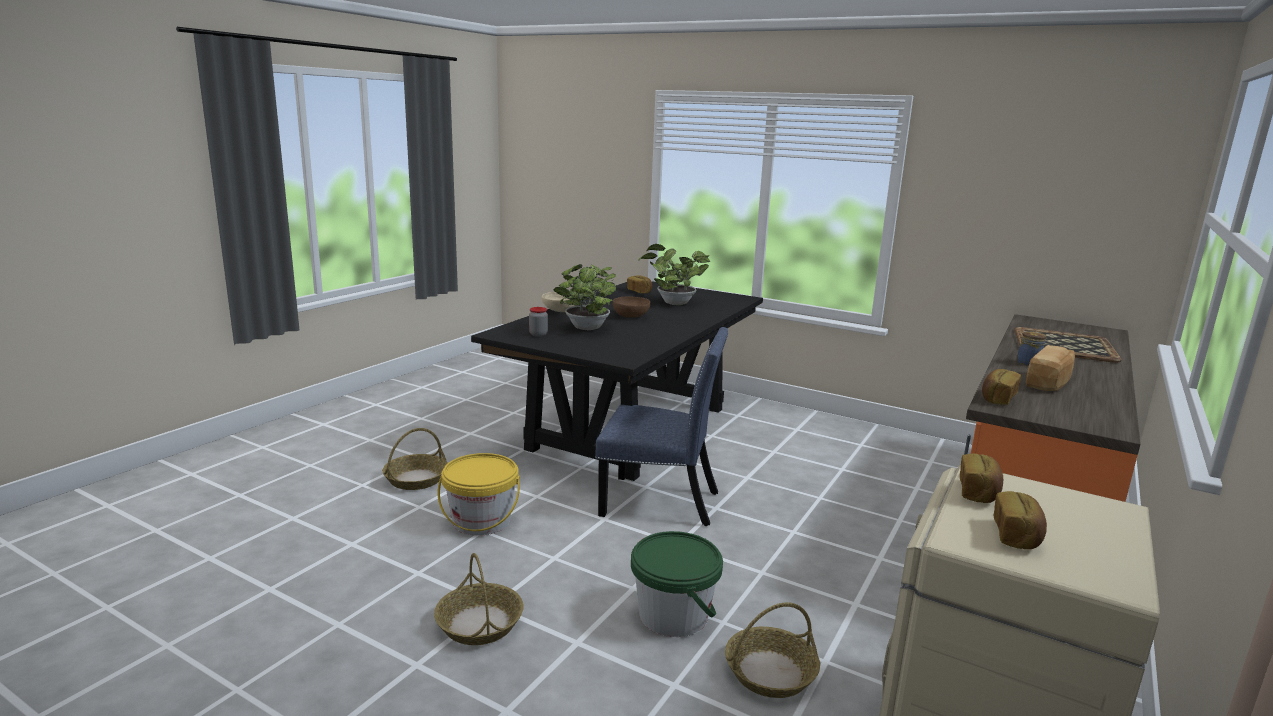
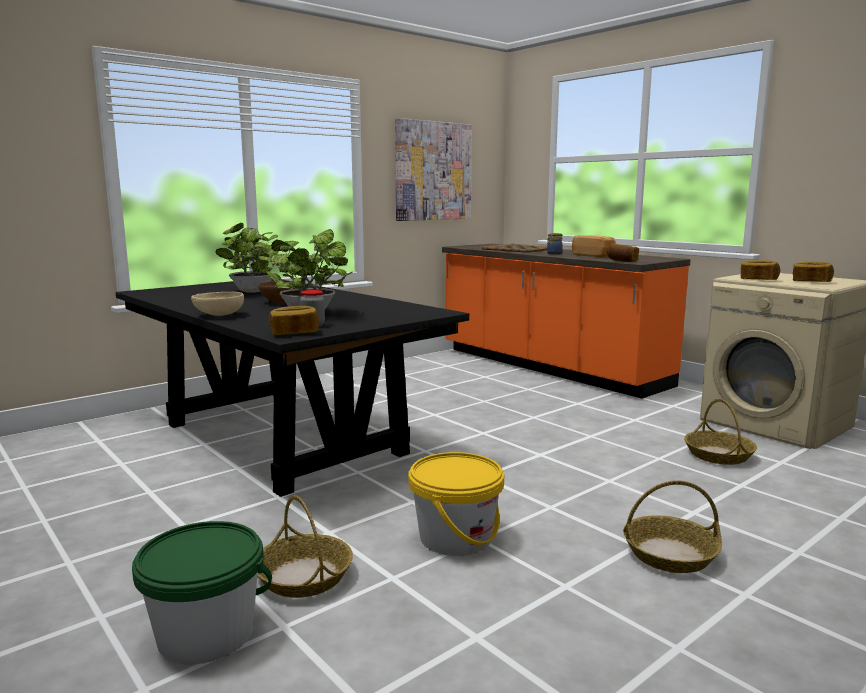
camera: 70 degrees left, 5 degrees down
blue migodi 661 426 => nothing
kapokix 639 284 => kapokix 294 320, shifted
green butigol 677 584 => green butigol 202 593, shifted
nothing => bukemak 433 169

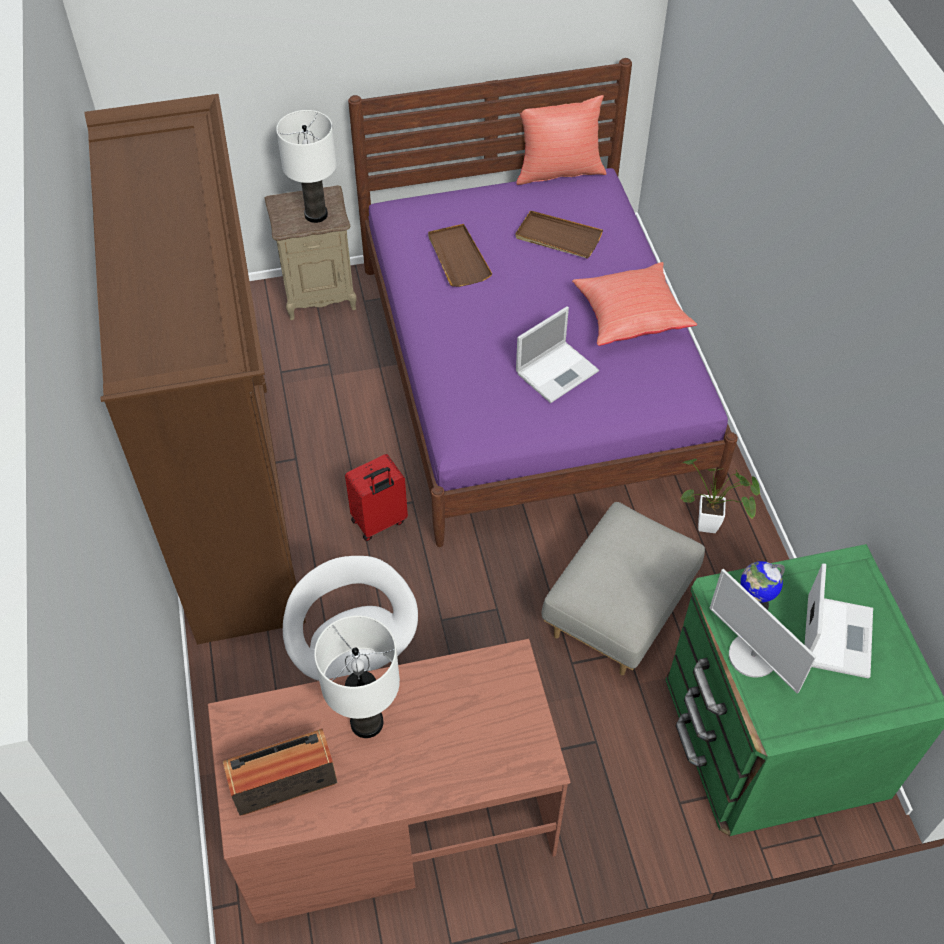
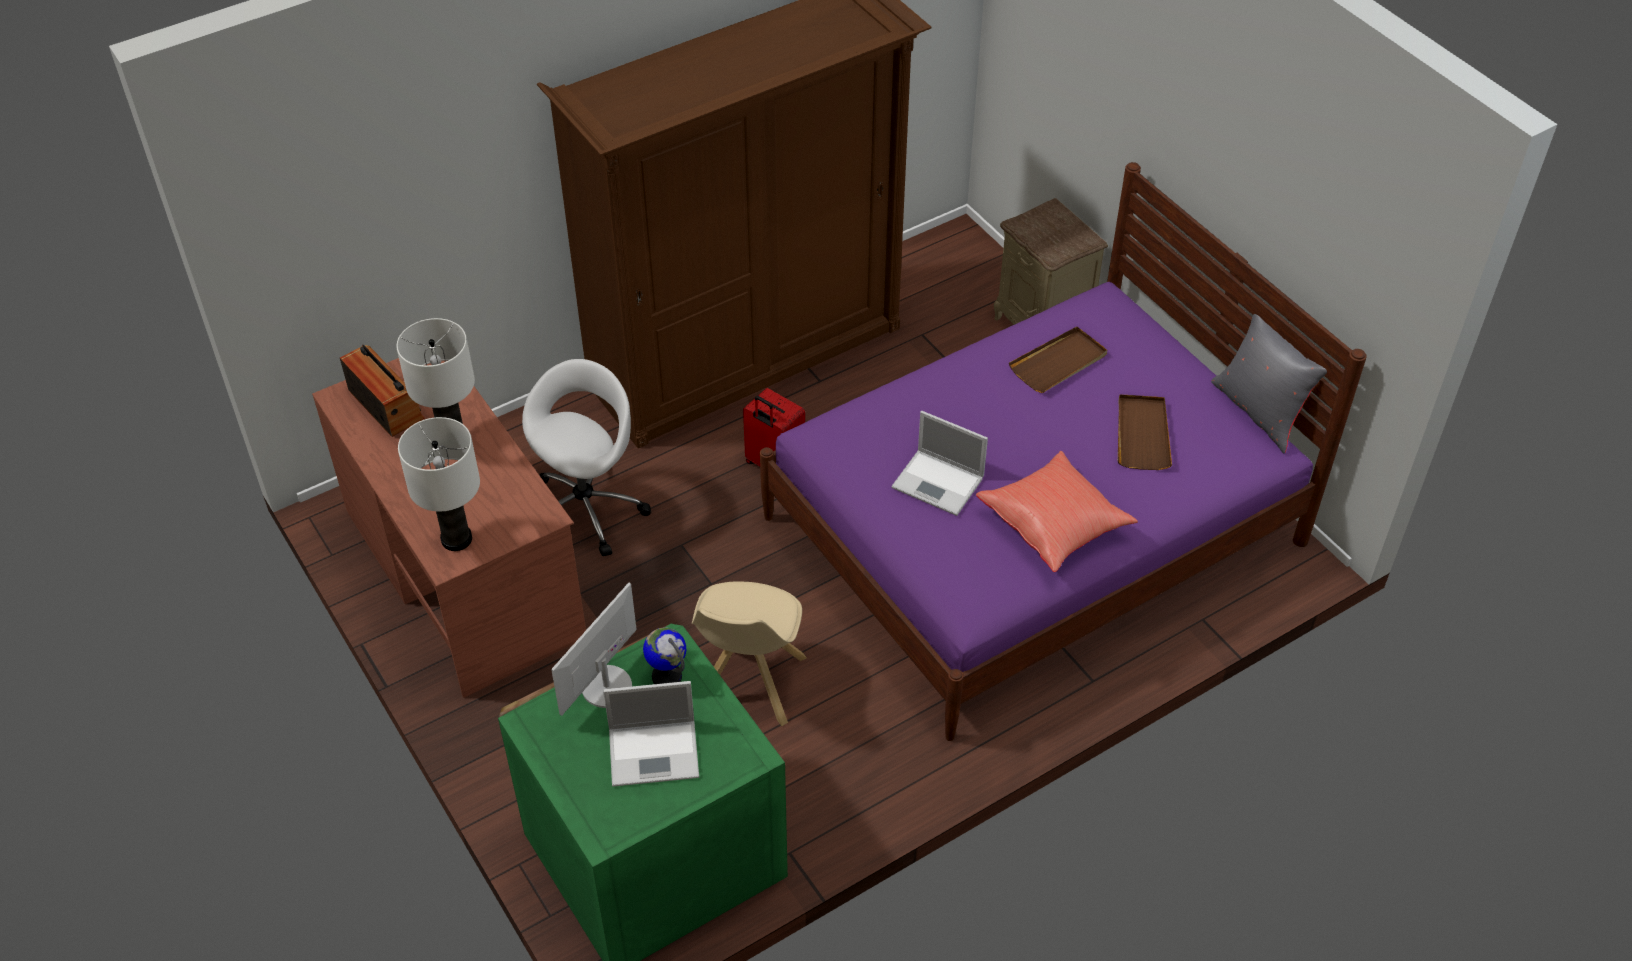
camera: 70 degrees right, 5 degrees down
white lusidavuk 306 166 => white lusidavuk 439 484, shifted
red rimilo 561 140 => grey rimilo 1269 383
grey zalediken 623 588 => beige migodi 749 653
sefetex 720 496 => nothing

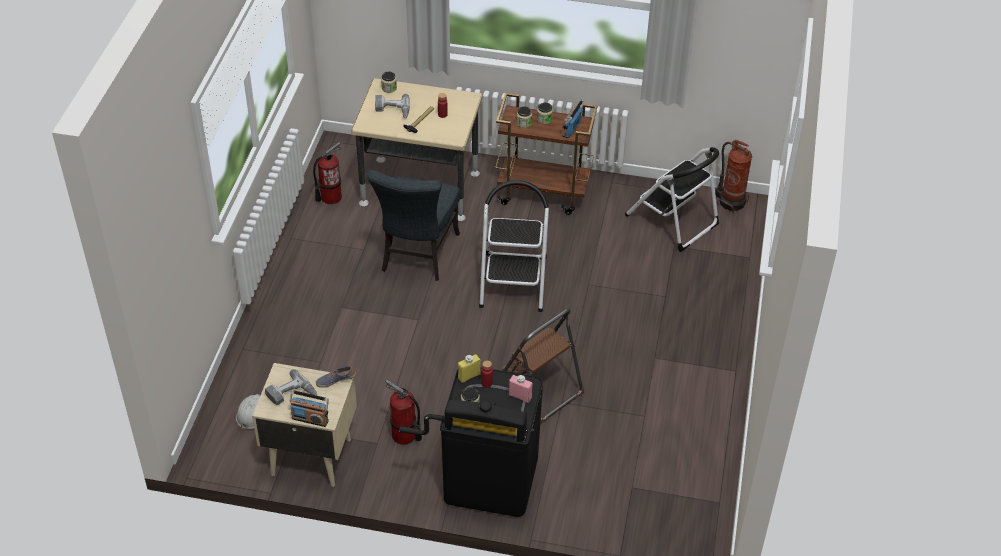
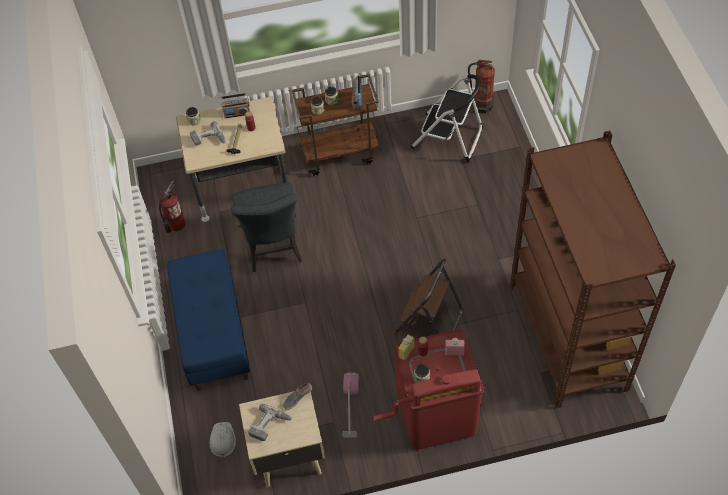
camera: 20 degrees left, 10 degrees up
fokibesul 309 408 => fokibesul 235 105, shifted
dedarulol 403 412 => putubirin 350 405
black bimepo 471 442 => red bimepo 428 390
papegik 514 246 => nothing
nothing => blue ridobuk 208 320
nothing => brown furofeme 593 270

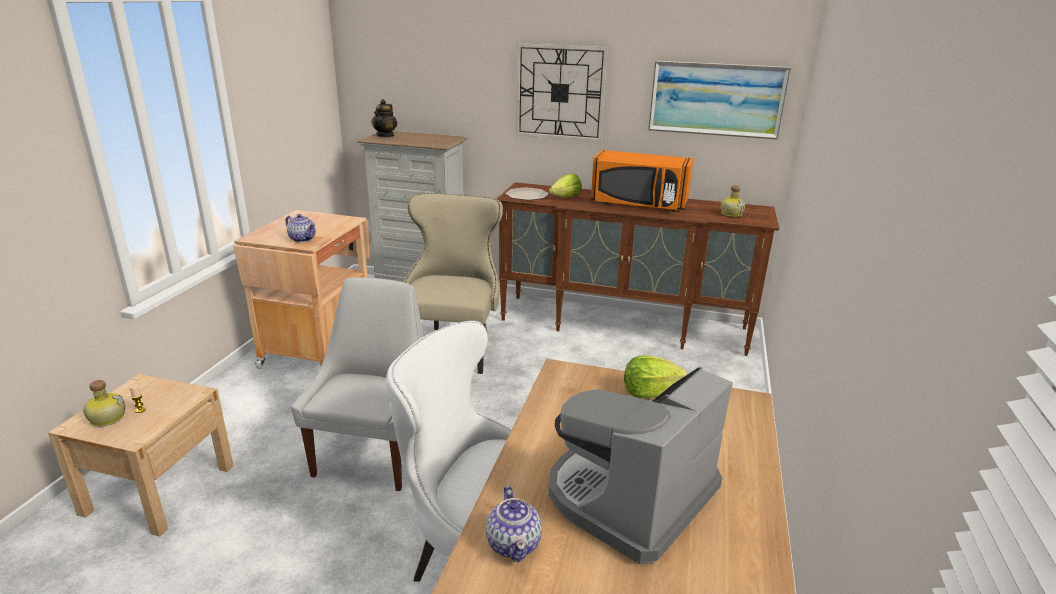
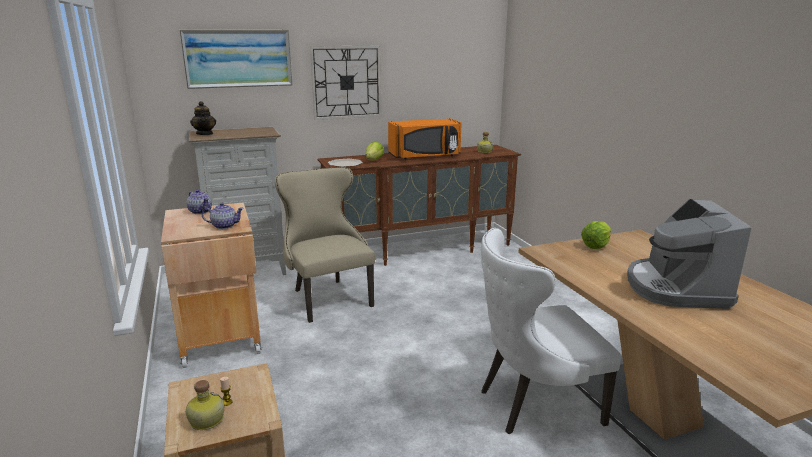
camera: 35 degrees left, 5 degrees down
white migodi 357 384 => nothing
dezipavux 514 524 => dezipavux 199 202, shifted
bukemak 719 100 => bukemak 236 59, shifted

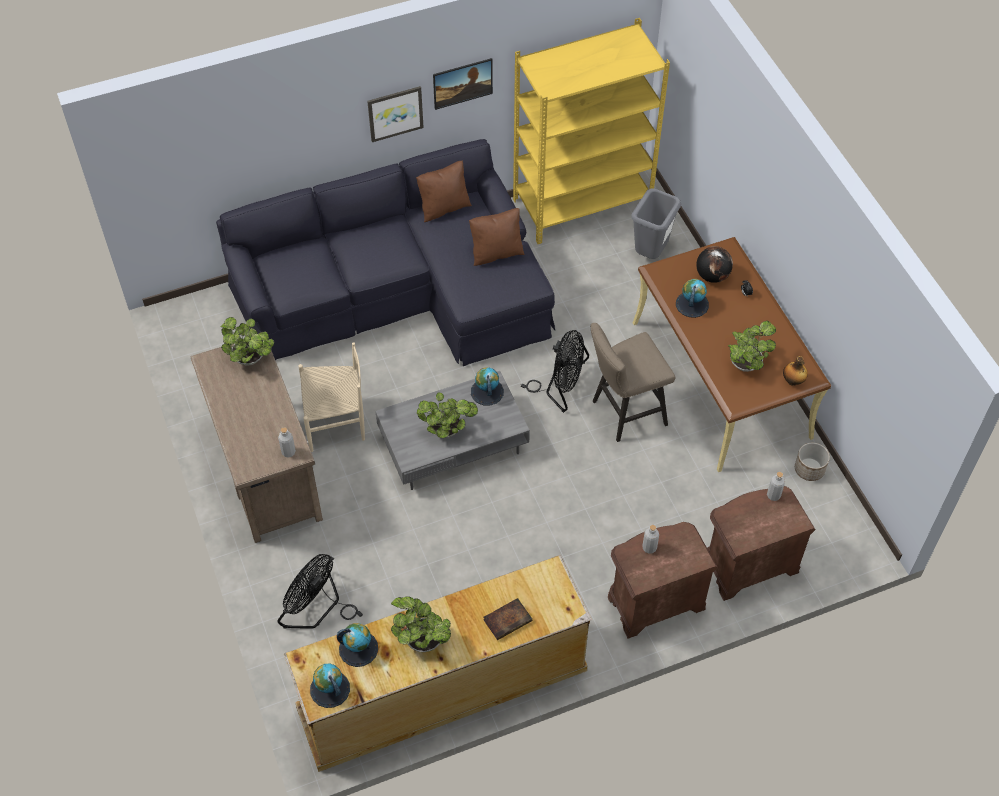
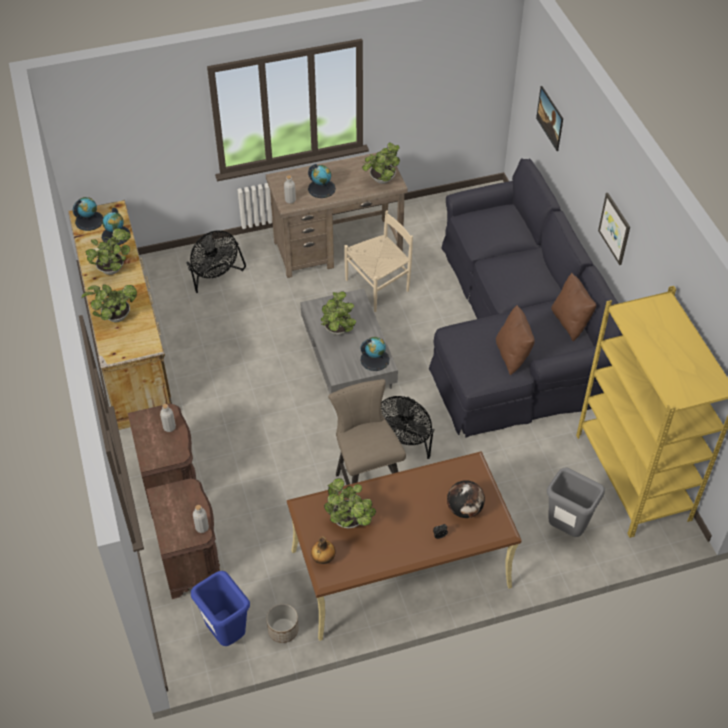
camera: 95 degrees right, 5 degrees down
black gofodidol 320 591 => black gofodidol 216 262, 105 degrees clockwise
beige migodi 331 397 => beige migodi 378 261, 120 degrees counterclockwise
bukemak 463 84 => bukemak 549 118, shifted
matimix 507 619 => sefetex 109 303
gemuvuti 692 298 => gemuvuti 322 181, shifted
nothing => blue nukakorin 220 608

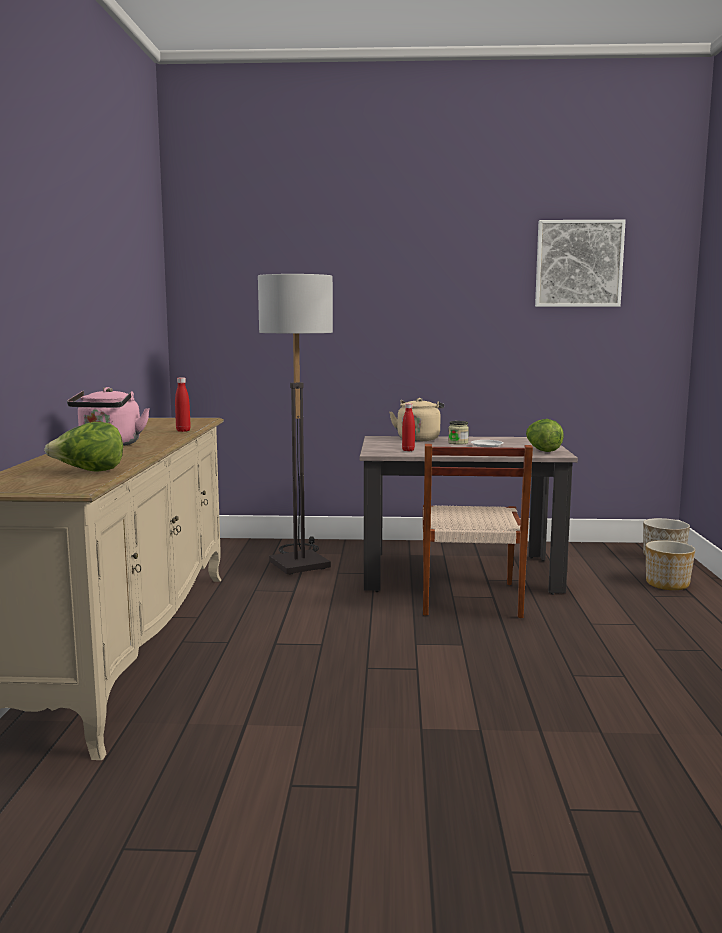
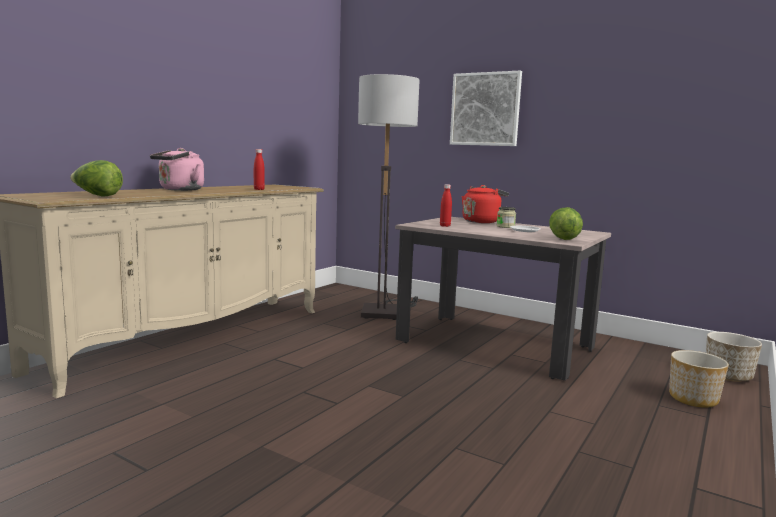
camera: 30 degrees right, 0 degrees up
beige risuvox 416 419 => red risuvox 485 204
migodi 478 531 => nothing
bukemak 580 263 => bukemak 486 108, shifted

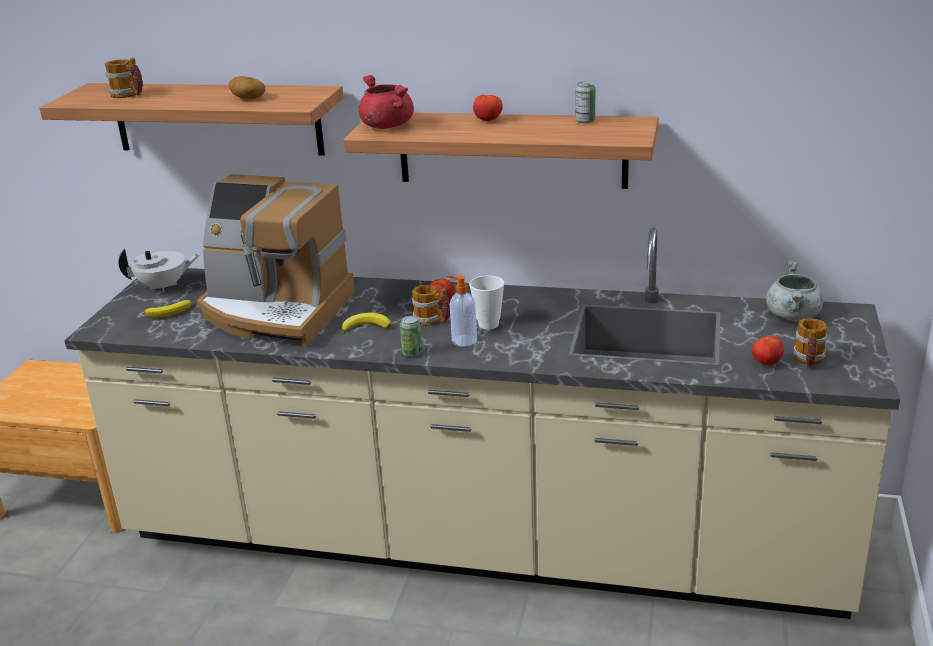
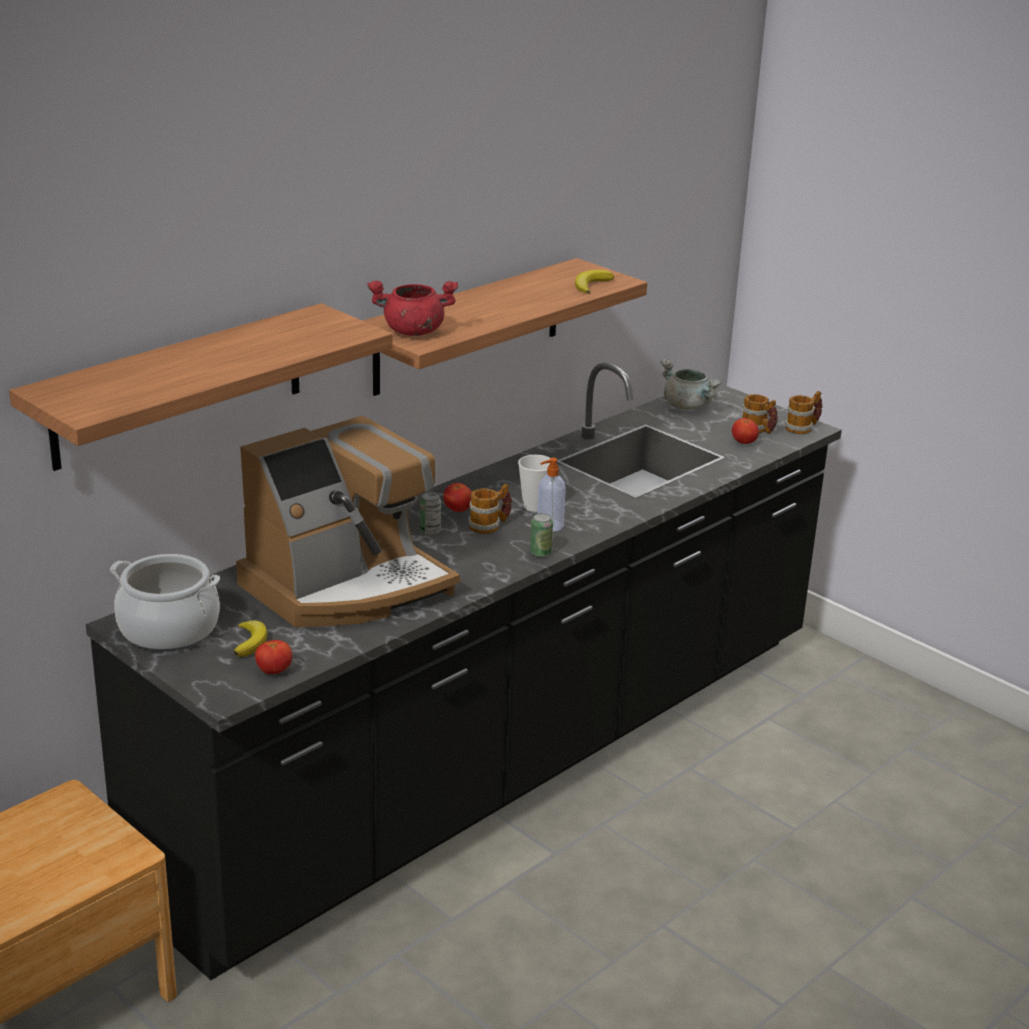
camera: 60 degrees left, 0 degrees up
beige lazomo 482 423 => black lazomo 464 671
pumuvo 124 78 => pumuvo 803 412, shifted
white dezipavux 159 271 => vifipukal 165 602
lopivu 246 87 => nothing
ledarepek 366 323 => ledarepek 594 282, shifted
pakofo 488 108 => pakofo 273 657, shifted
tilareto 585 102 => tilareto 430 513, shifted

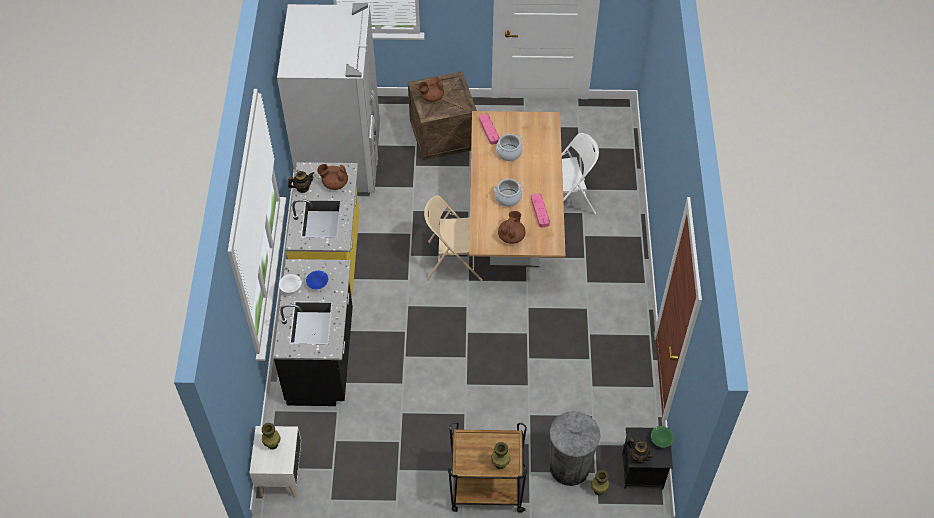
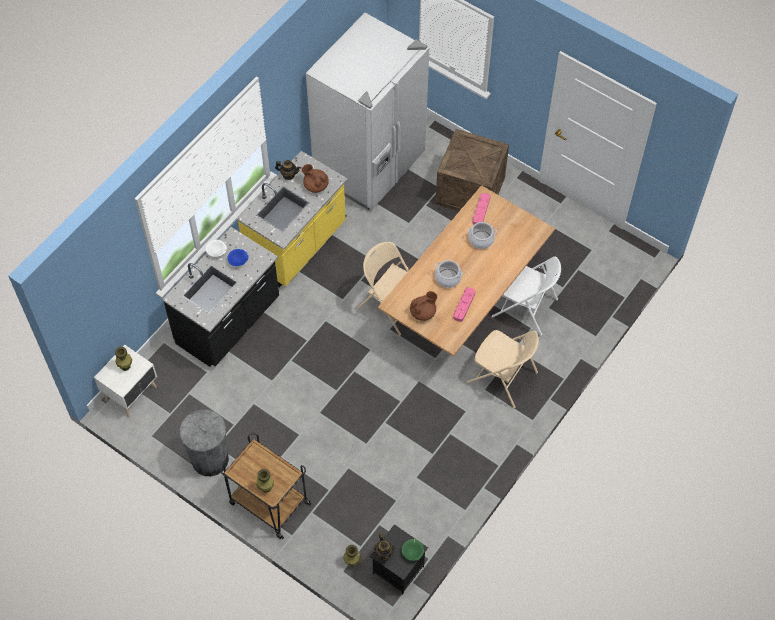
camera: 35 degrees right, 5 degrees up
brown dezipavux 431 89 => nothing
grey nukakorin 575 448 => grey nukakorin 204 442, shifted
nothing => beige migodi 503 369

